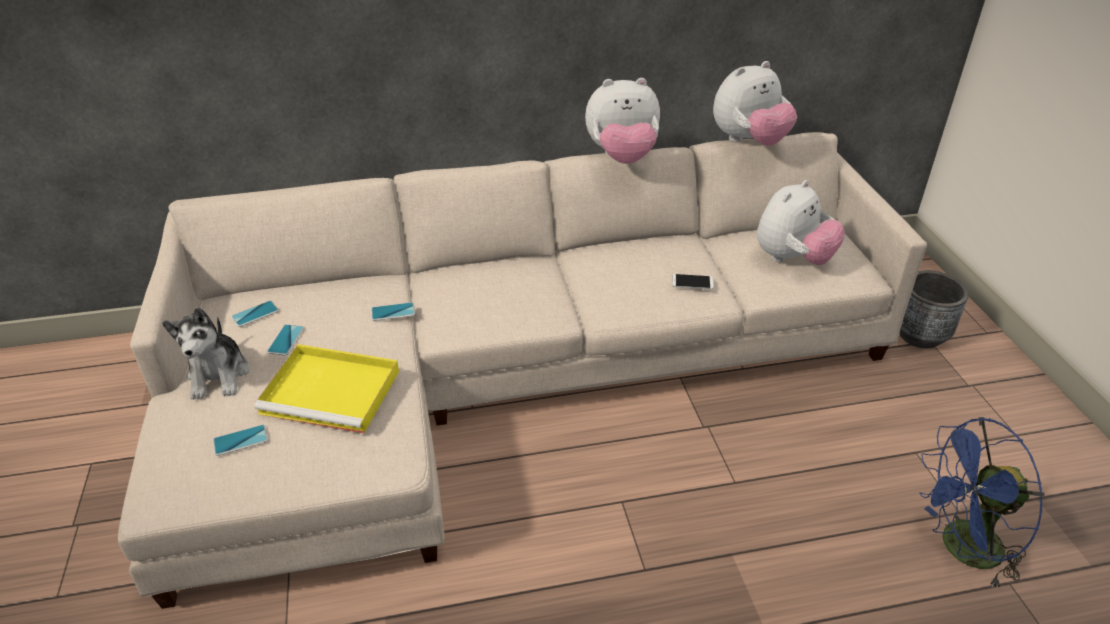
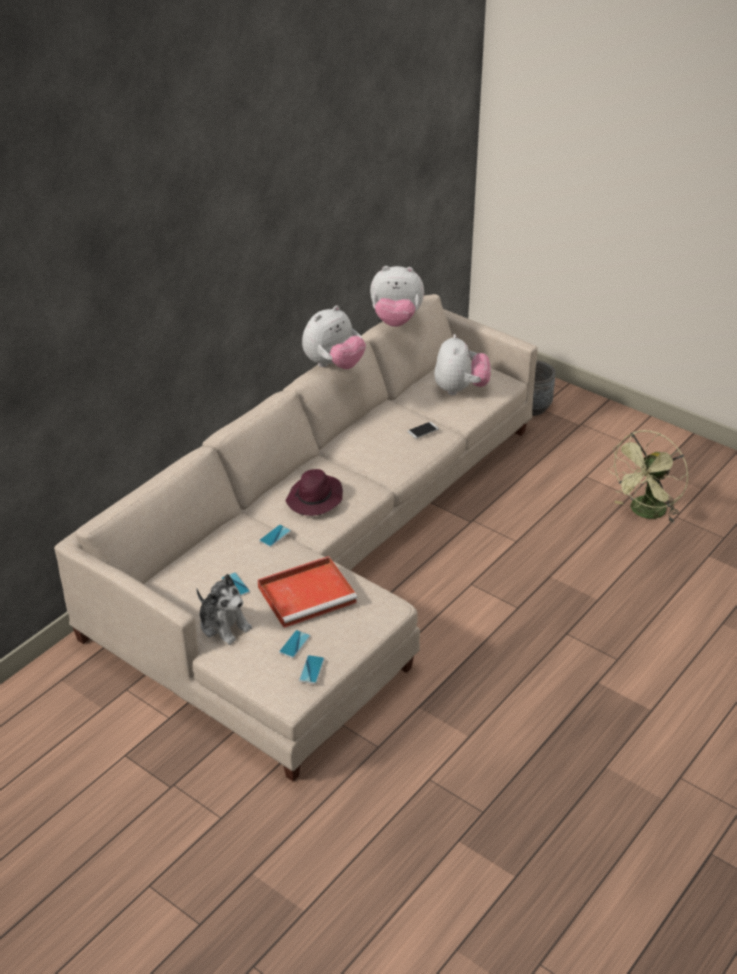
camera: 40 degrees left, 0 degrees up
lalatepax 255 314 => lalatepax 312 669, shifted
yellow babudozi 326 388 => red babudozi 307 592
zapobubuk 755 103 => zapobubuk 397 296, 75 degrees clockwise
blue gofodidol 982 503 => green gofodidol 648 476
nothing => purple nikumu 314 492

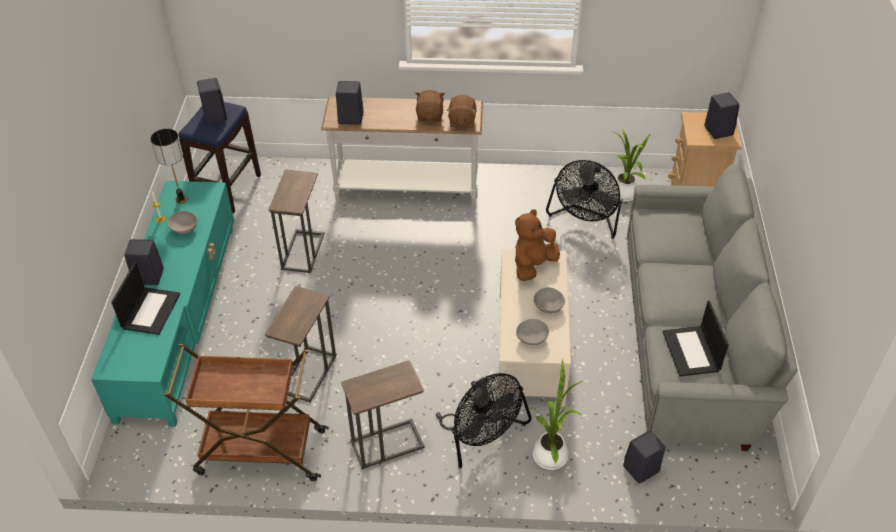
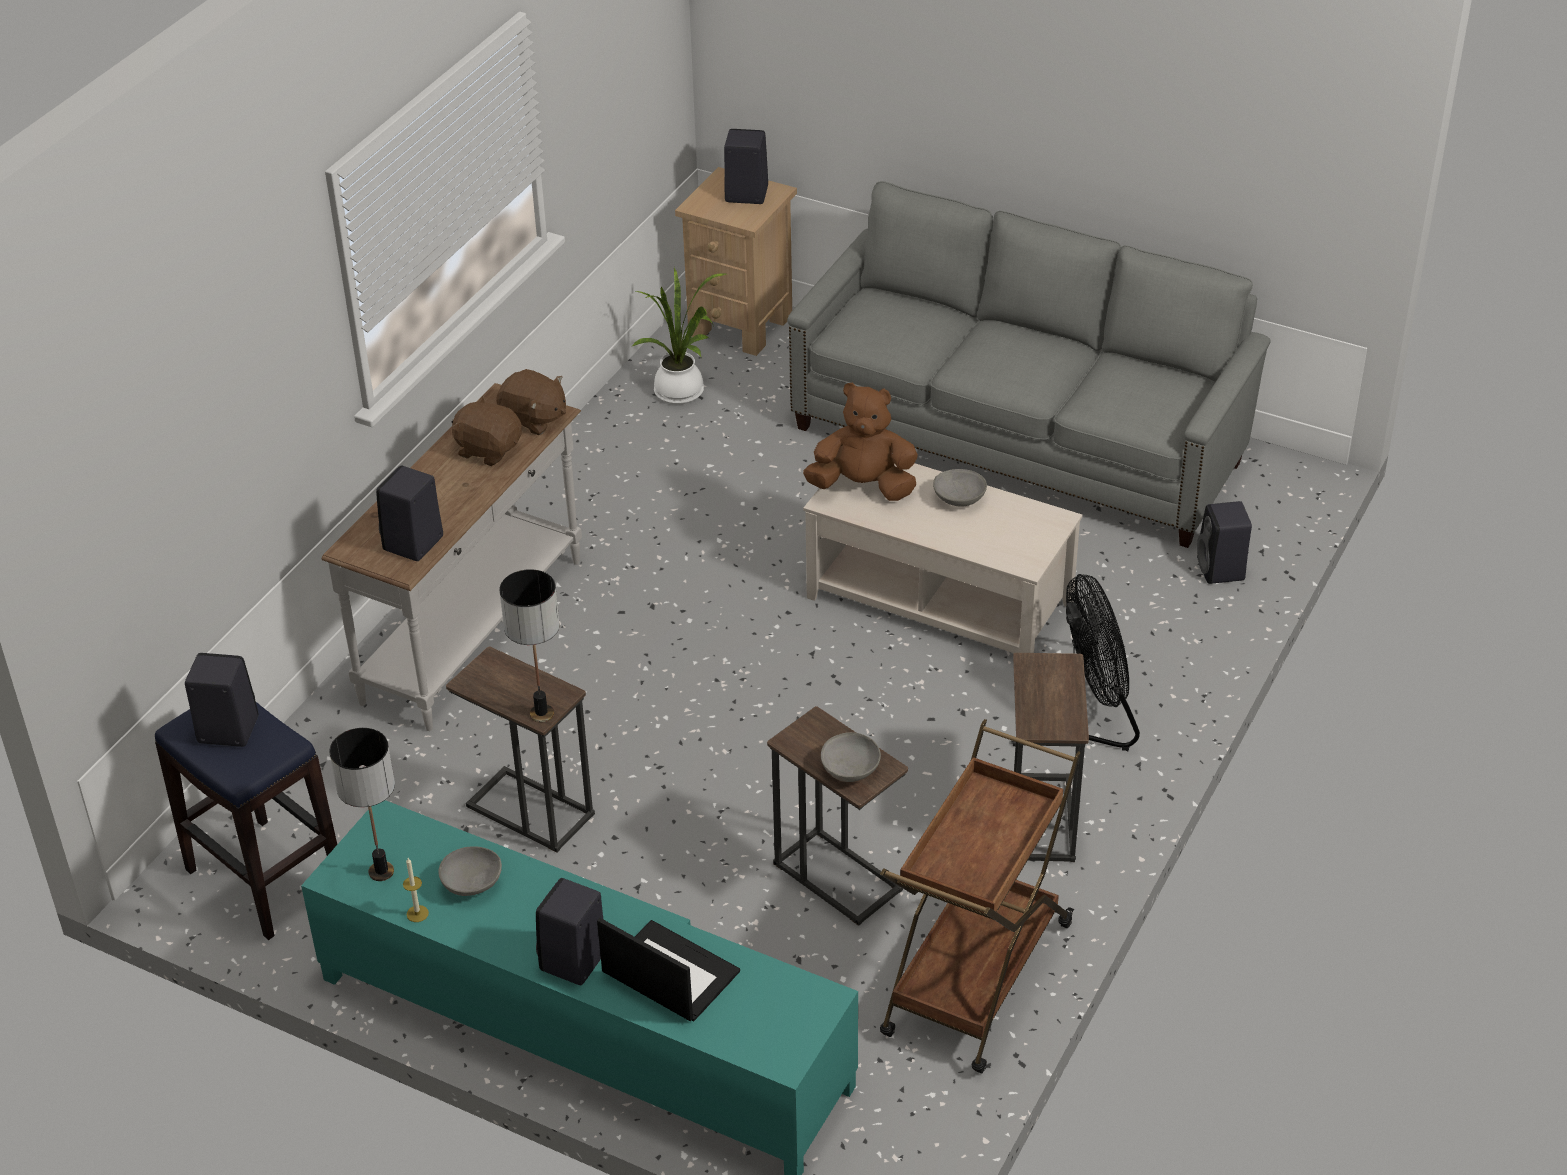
camera: 65 degrees left, 5 degrees down
brown zapobubuk 537 245 => brown zapobubuk 860 442, 120 degrees clockwise
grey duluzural 532 332 => grey duluzural 851 757, shifted
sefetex 557 414 => nothing
black gofodidol 584 199 => nothing
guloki 696 339 => nothing
nothing => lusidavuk 530 645

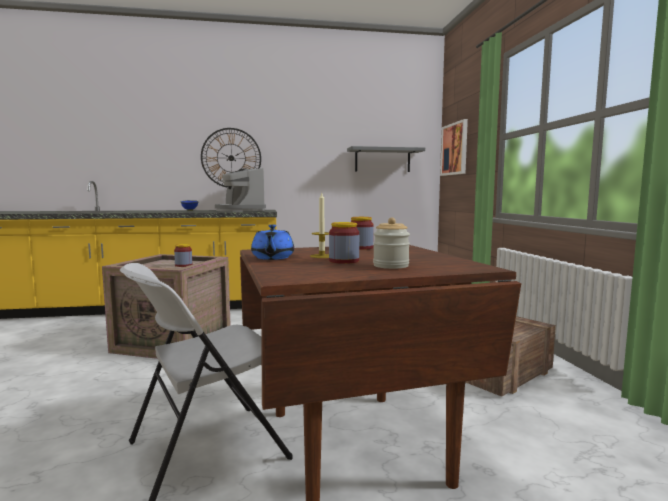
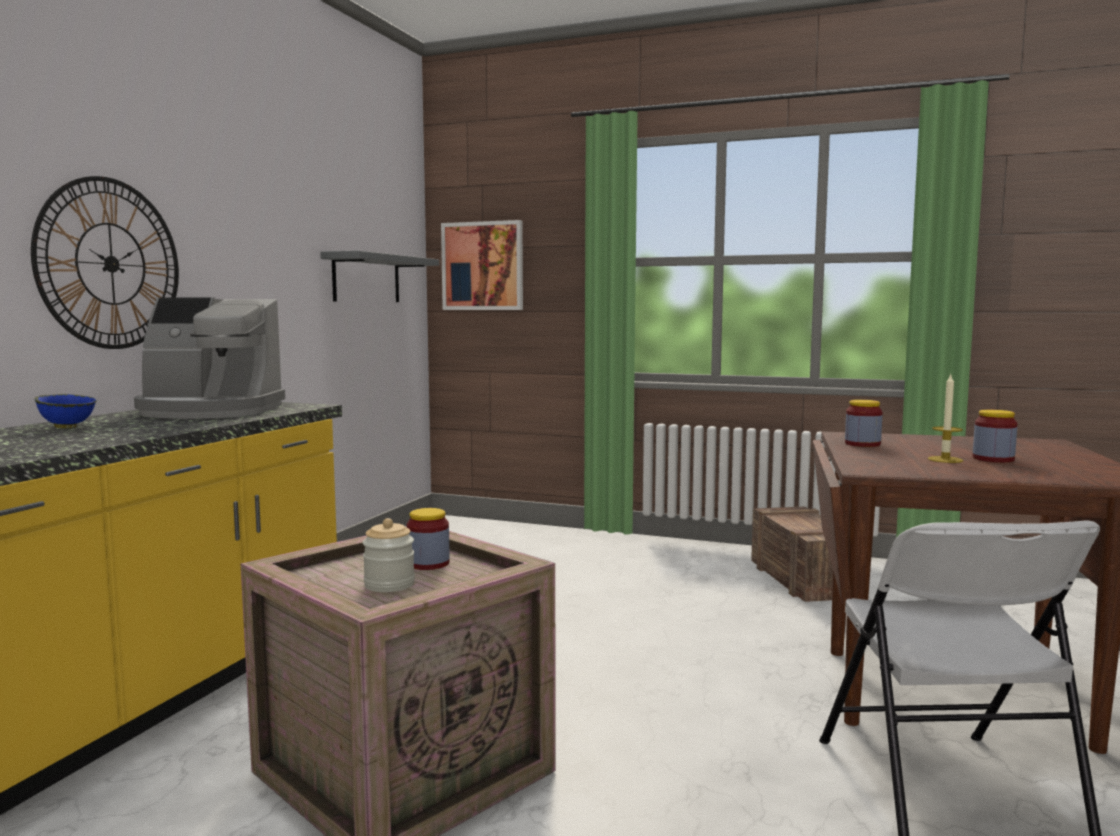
camera: 60 degrees left, 0 degrees up
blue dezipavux 272 242 => nothing
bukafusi 391 243 => bukafusi 388 555, shifted

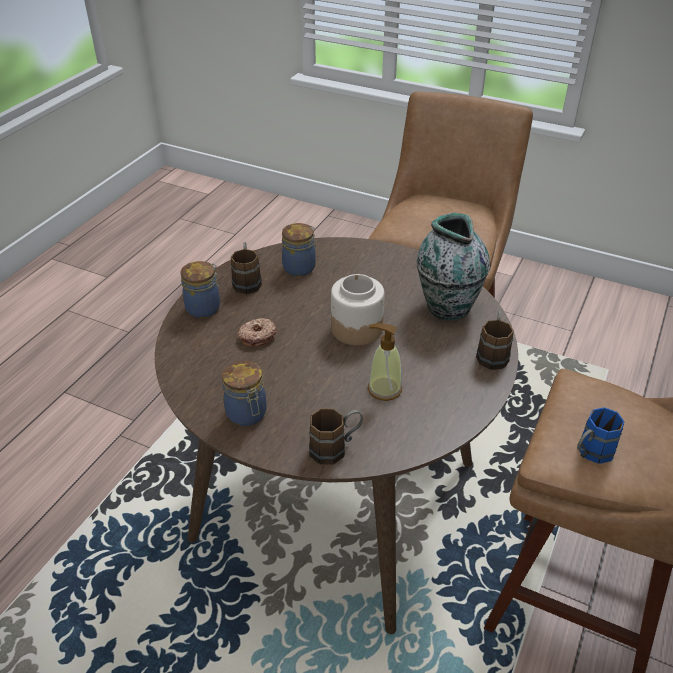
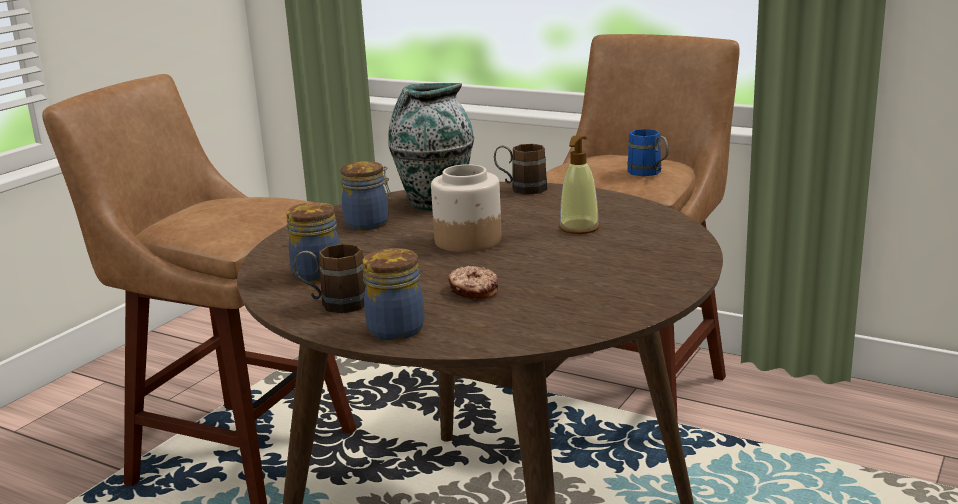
camera: 85 degrees left, 20 degrees down
bukafusi 244 393 => bukafusi 366 196, shifted
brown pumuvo 336 436 => nothing

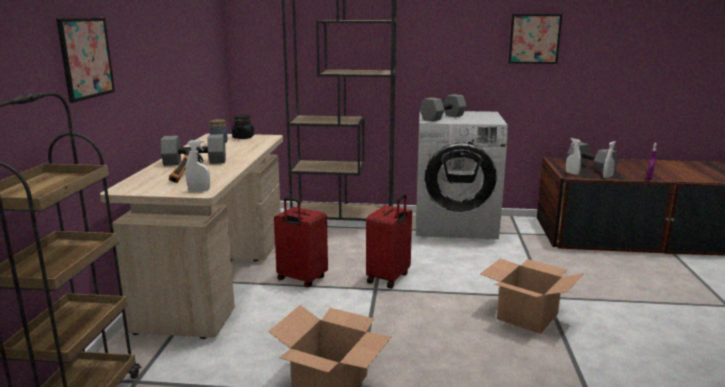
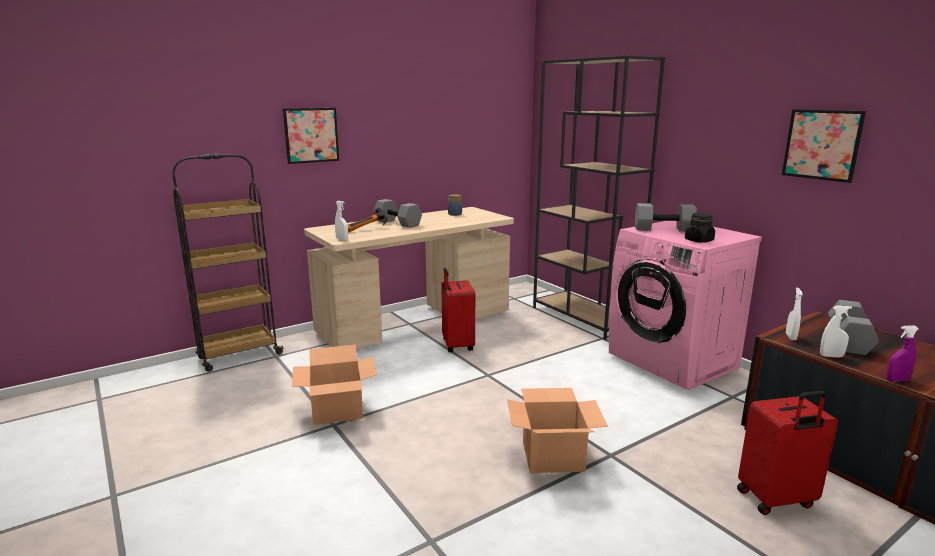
camera: 50 degrees right, 0 degrees up
black bukafusi 243 127 => black bukafusi 700 228, shifted
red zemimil 389 241 => red zemimil 787 453, shifted
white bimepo 462 175 => pink bimepo 685 305

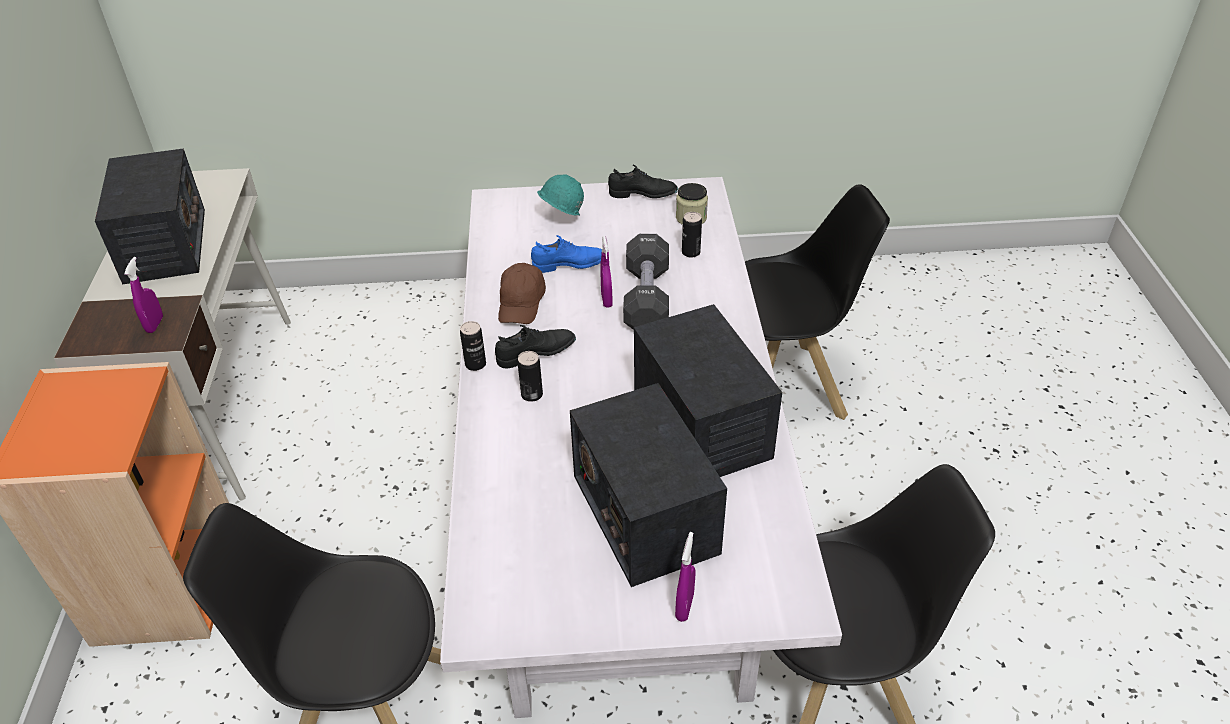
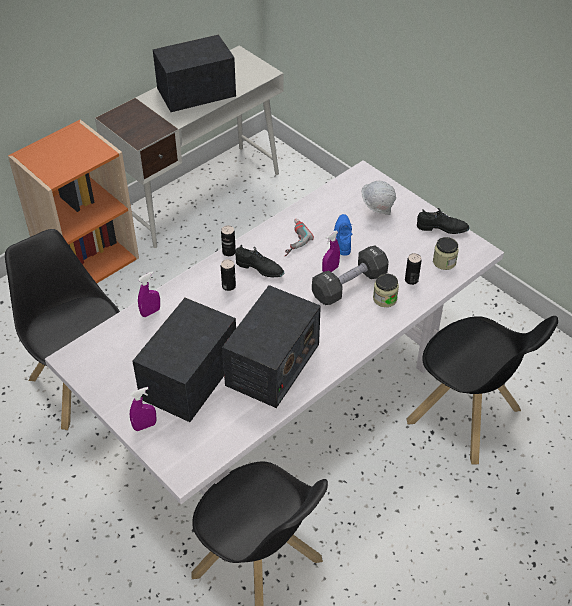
camera: 50 degrees right, 5 degrees up
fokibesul 150 216 => fokibesul 194 73, 150 degrees counterclockwise
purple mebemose 143 295 => purple mebemose 149 294, shifted
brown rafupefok 522 293 => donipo 299 237
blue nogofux 566 254 => blue nogofux 343 235, 135 degrees counterclockwise
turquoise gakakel 560 195 => white gakakel 379 198
black nogofux 643 181 => black nogofux 443 221, 45 degrees counterclockwise
nothing => bukafusi 386 290

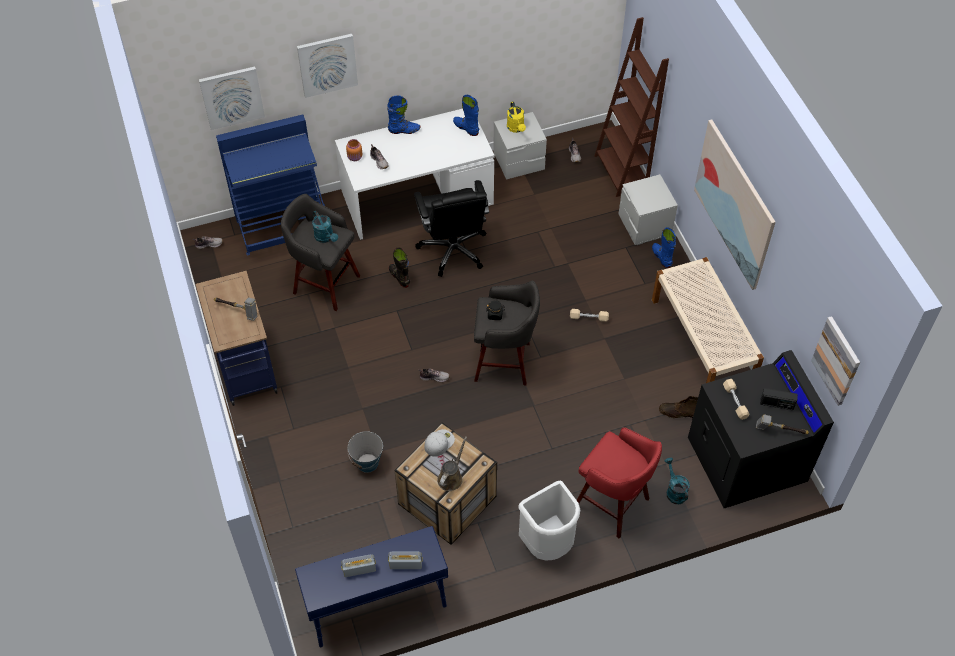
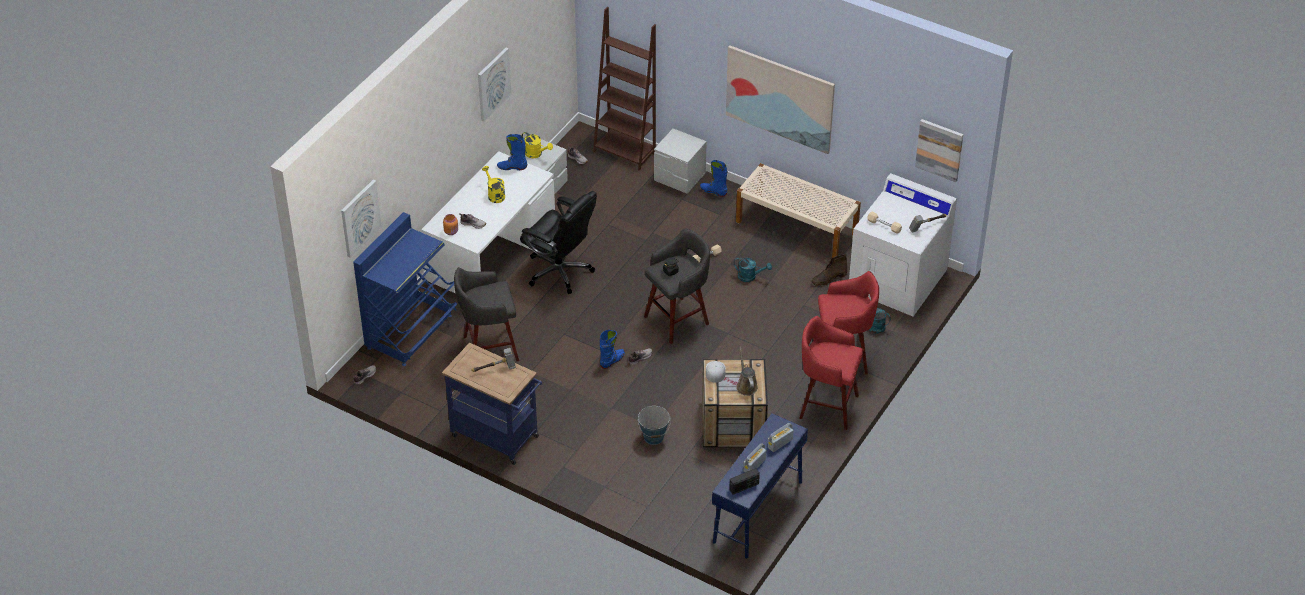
camera: 40 degrees left, 10 degrees down
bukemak 327 66 => bukemak 494 84, shifted
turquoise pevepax 325 227 => turquoise pevepax 753 269, shifted
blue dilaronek 404 114 => blue dilaronek 612 349, shifted
black dilaronek 399 267 => nothing
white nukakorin 549 521 => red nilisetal 831 373
black bimepo 761 429 => white bimepo 903 244
fokibesul 779 399 => fokibesul 744 481, shifted
nothing => yellow pevepax 493 184

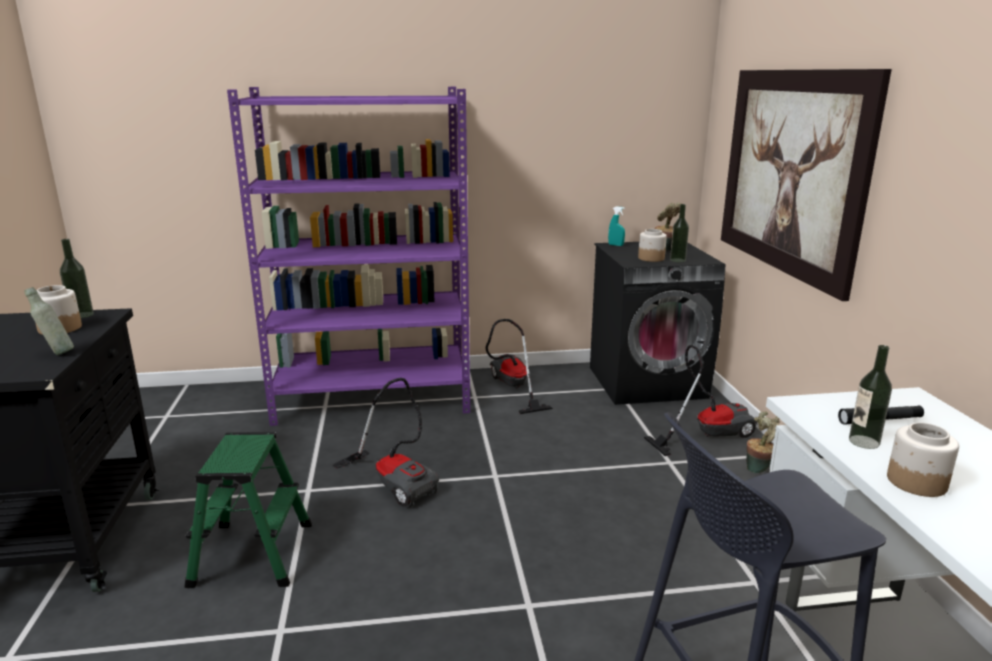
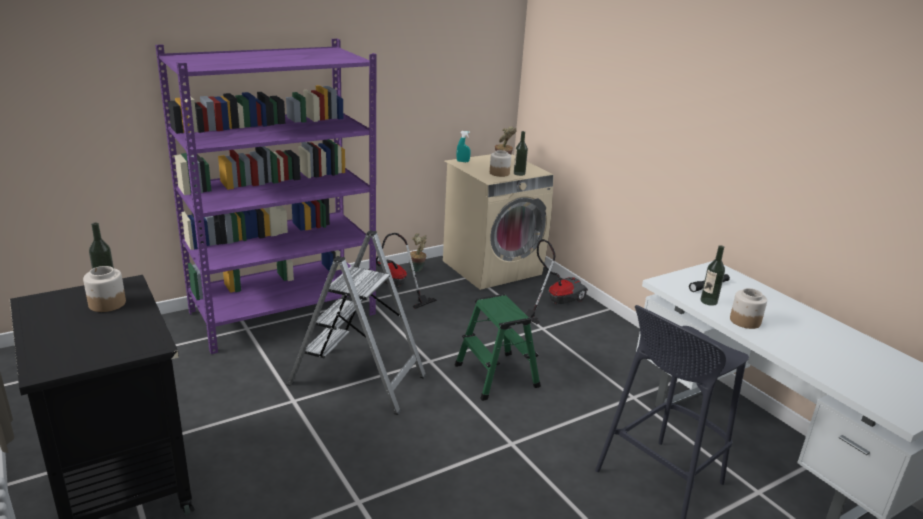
camera: 25 degrees left, 5 degrees up
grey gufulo 49 321 => nothing
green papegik 248 510 => green papegik 498 347, shifted
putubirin 386 442 => grey papegik 356 322
black bimepo 658 323 => beige bimepo 498 222
bukemak 806 185 => nothing
sefetex 763 442 => sefetex 418 252, shifted

